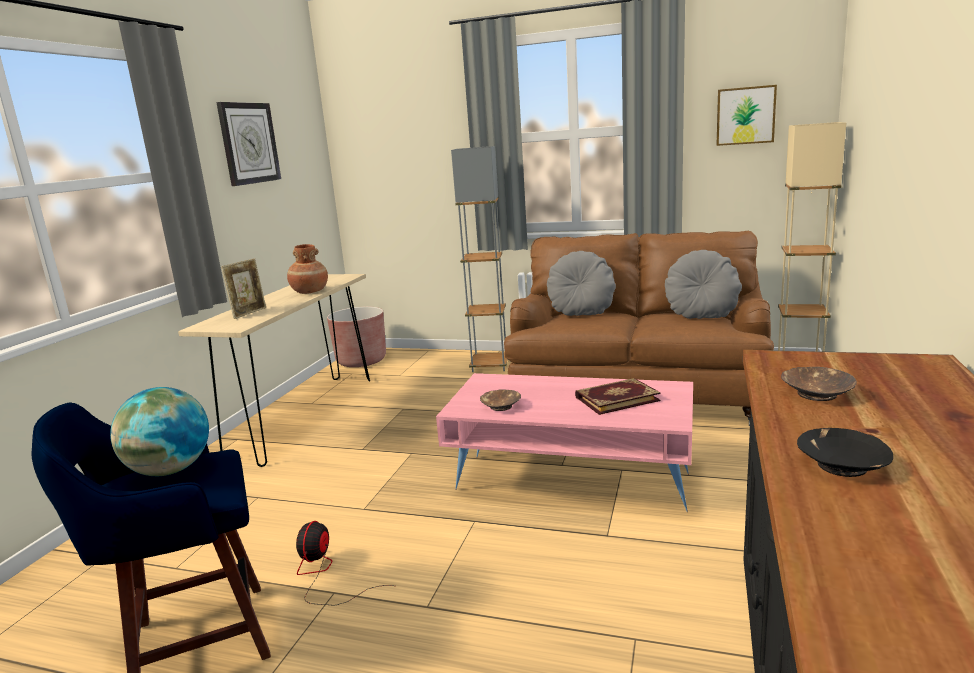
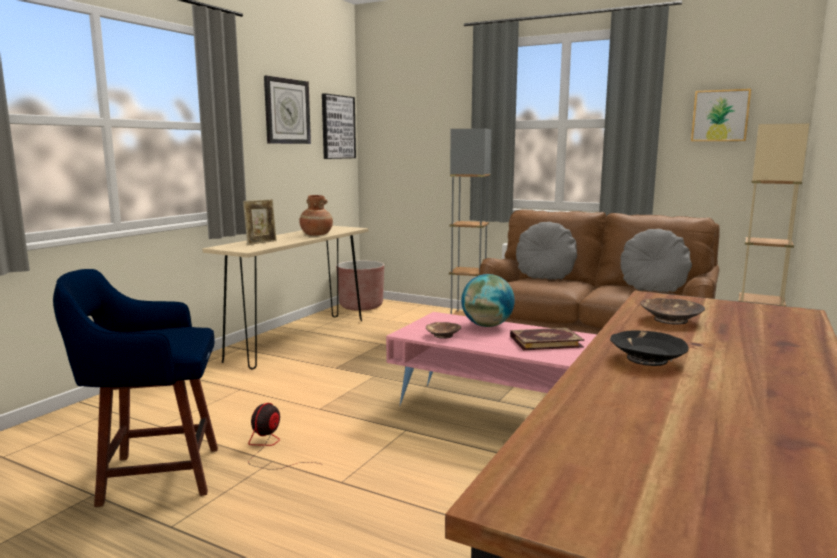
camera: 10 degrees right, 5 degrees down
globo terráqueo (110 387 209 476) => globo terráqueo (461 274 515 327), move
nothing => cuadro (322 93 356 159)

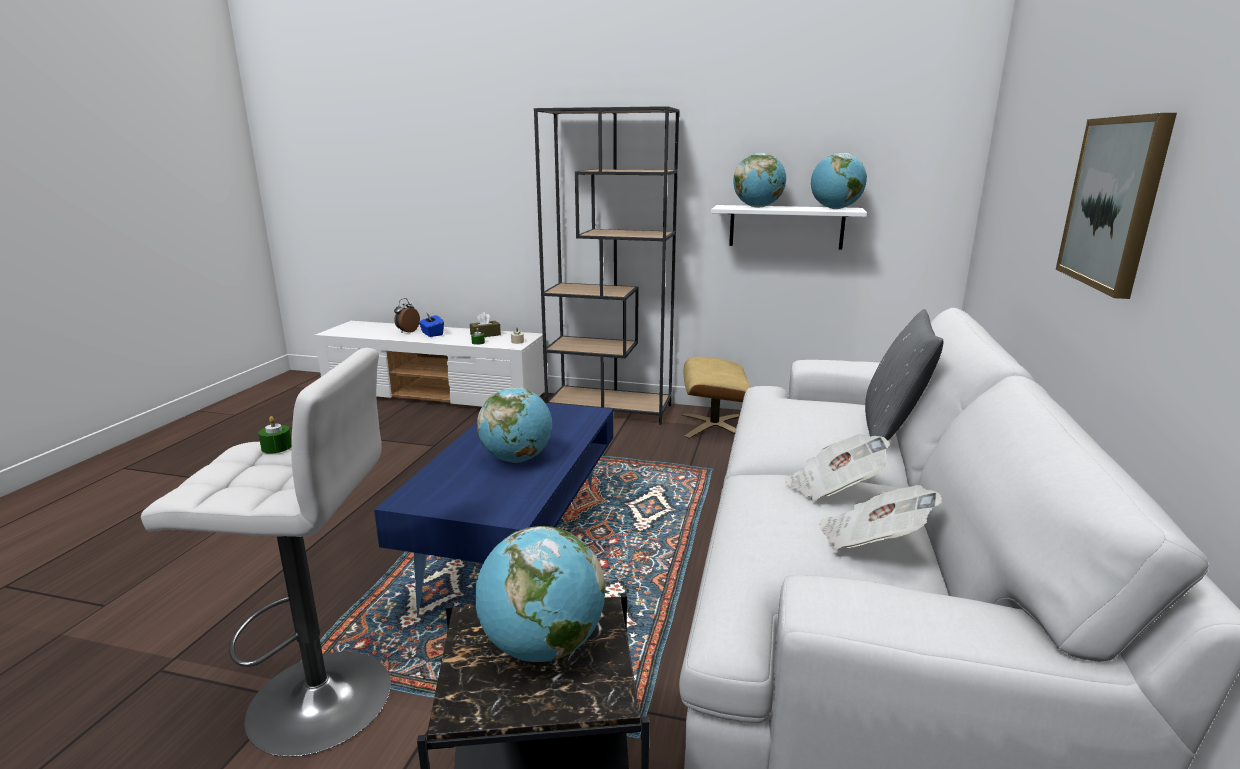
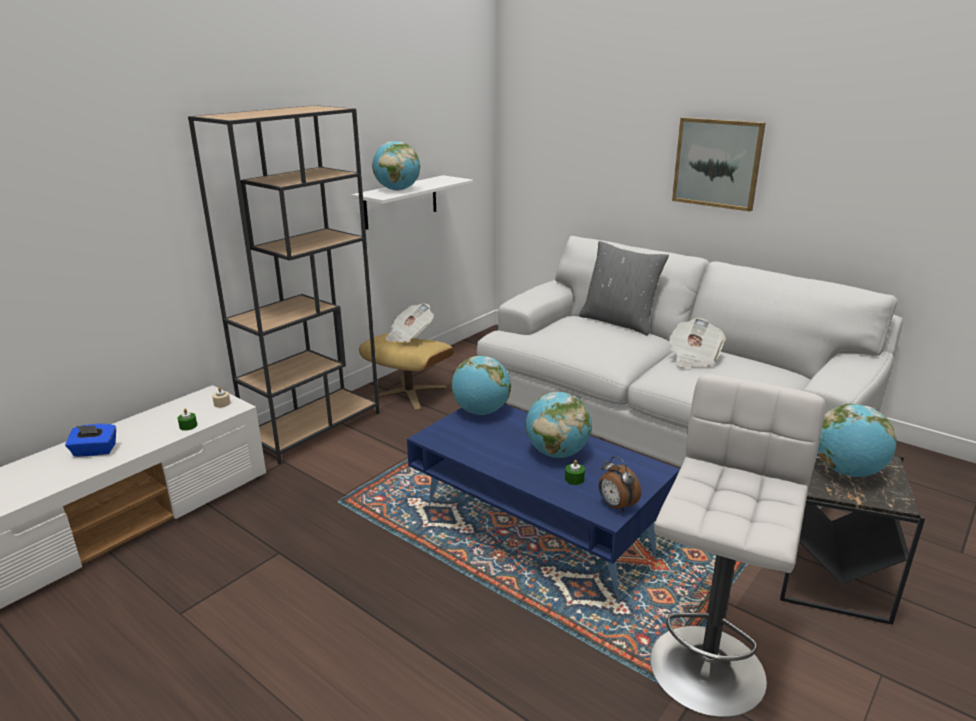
camera: 65 degrees left, 5 degrees up
globo terráqueo (811 153 867 209) => globo terráqueo (452 355 511 415), move
despertador (394 298 420 333) => despertador (598 456 641 512), move
caja de pañuelos/marrón (470 312 501 337) => nothing
vela/verde (258 416 292 454) => vela/verde (565 460 585 485), move
periódico (819 485 942 550) => periódico (385 303 434 343), move

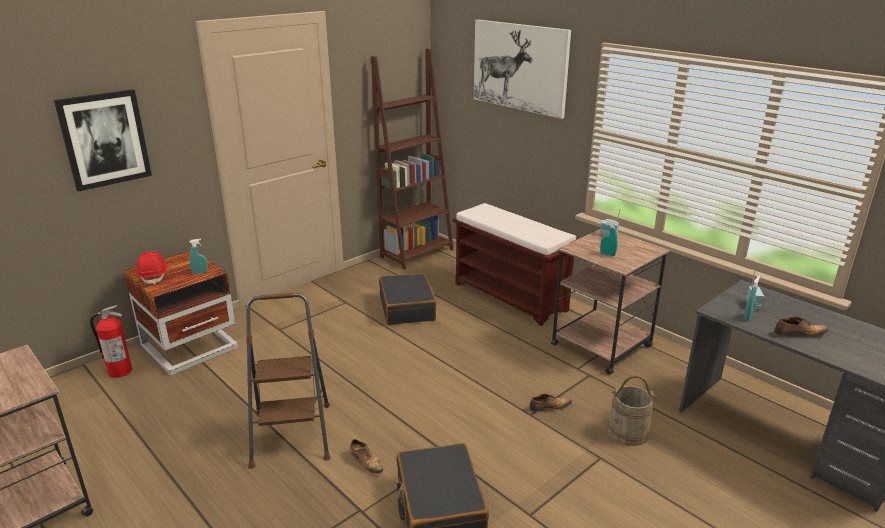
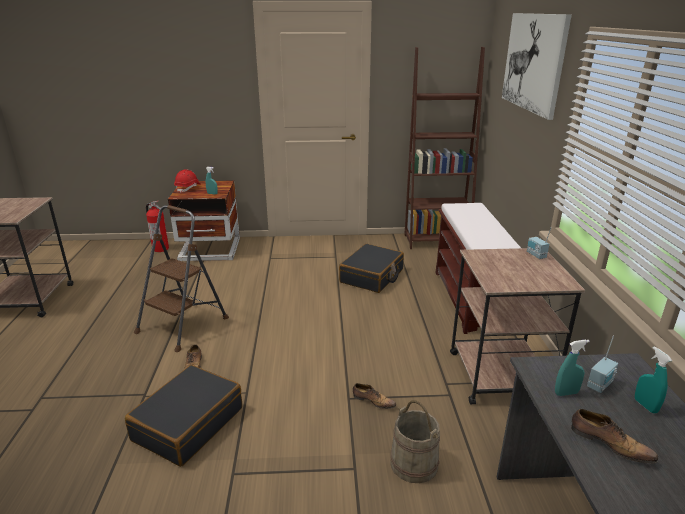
camera: 40 degrees right, 0 degrees up
cuadro (54 89 152 192) => nothing
pulverizador/turquesa (600 219 618 256) => pulverizador/turquesa (635 346 672 414), move

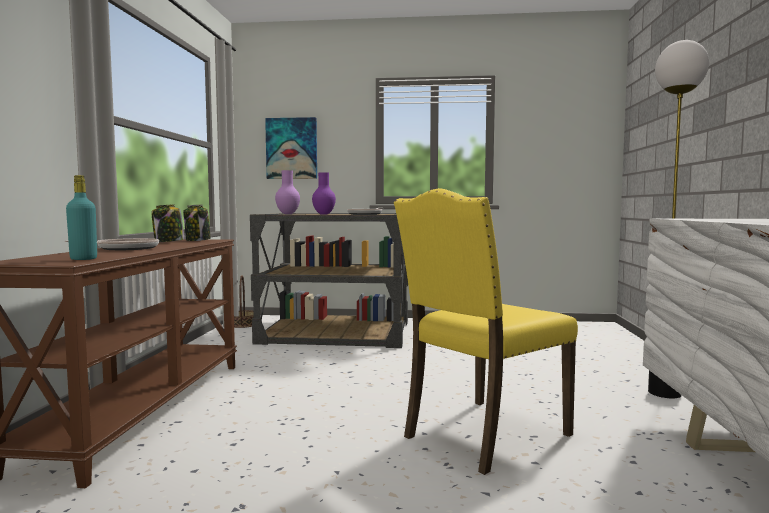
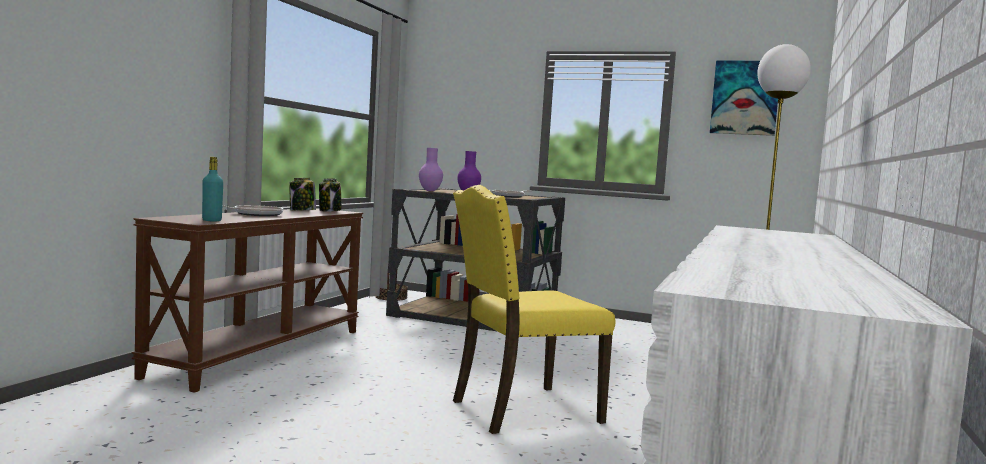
camera: 15 degrees right, 0 degrees up
cuadro (265 117 317 179) => cuadro (710 60 778 136), move

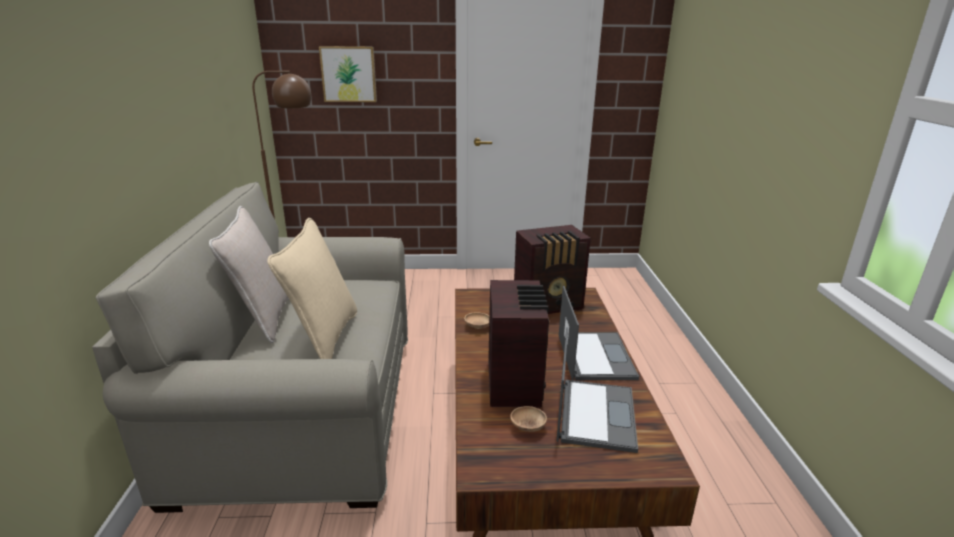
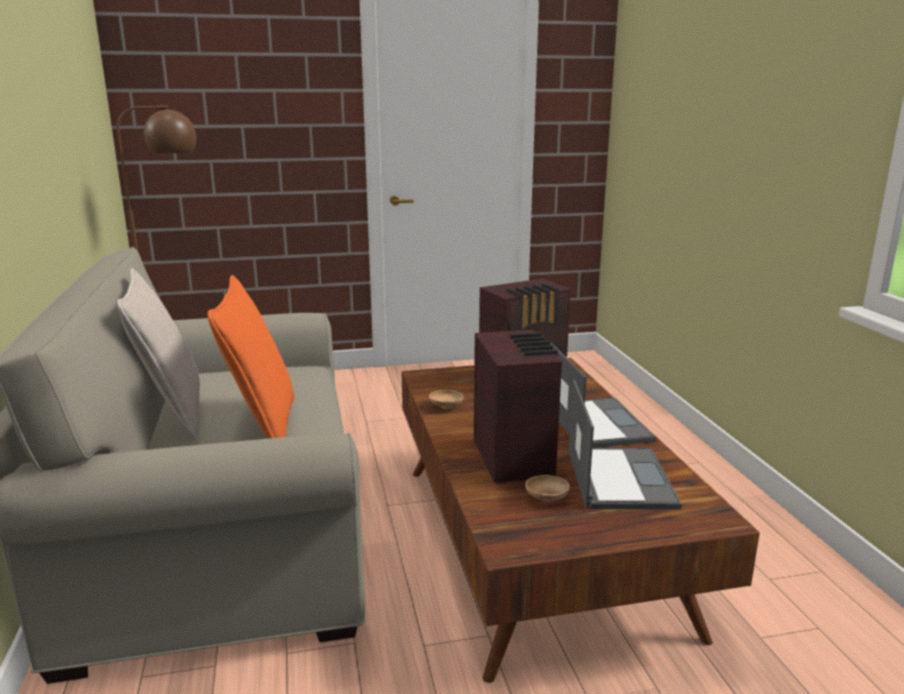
camera: 10 degrees left, 5 degrees down
cuadro (319 46 377 102) => nothing
cojín/beis (267 218 357 359) => cojín/naranja (208 275 294 438)

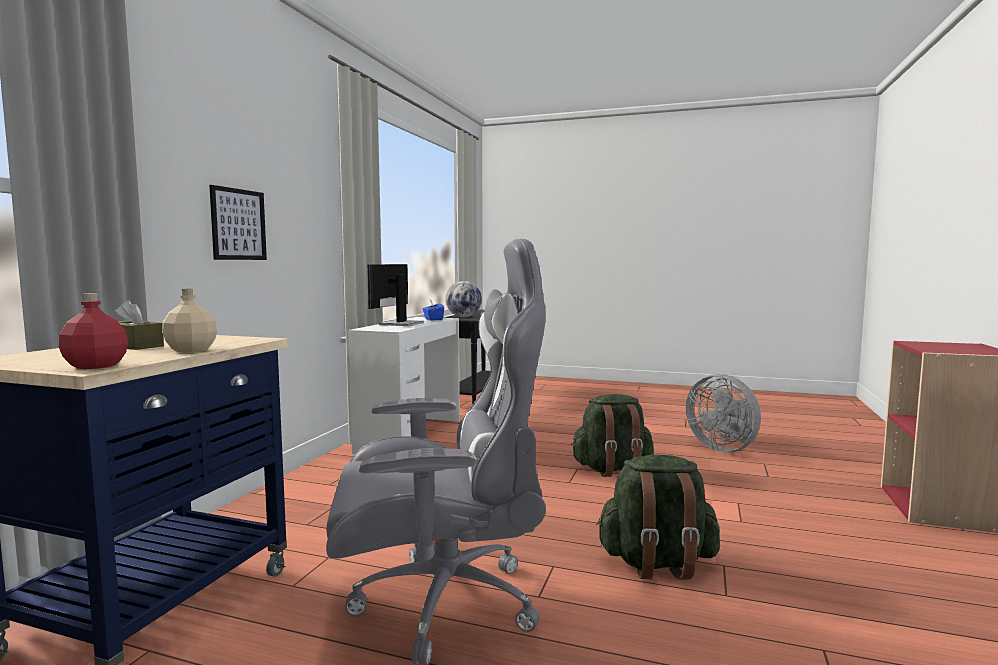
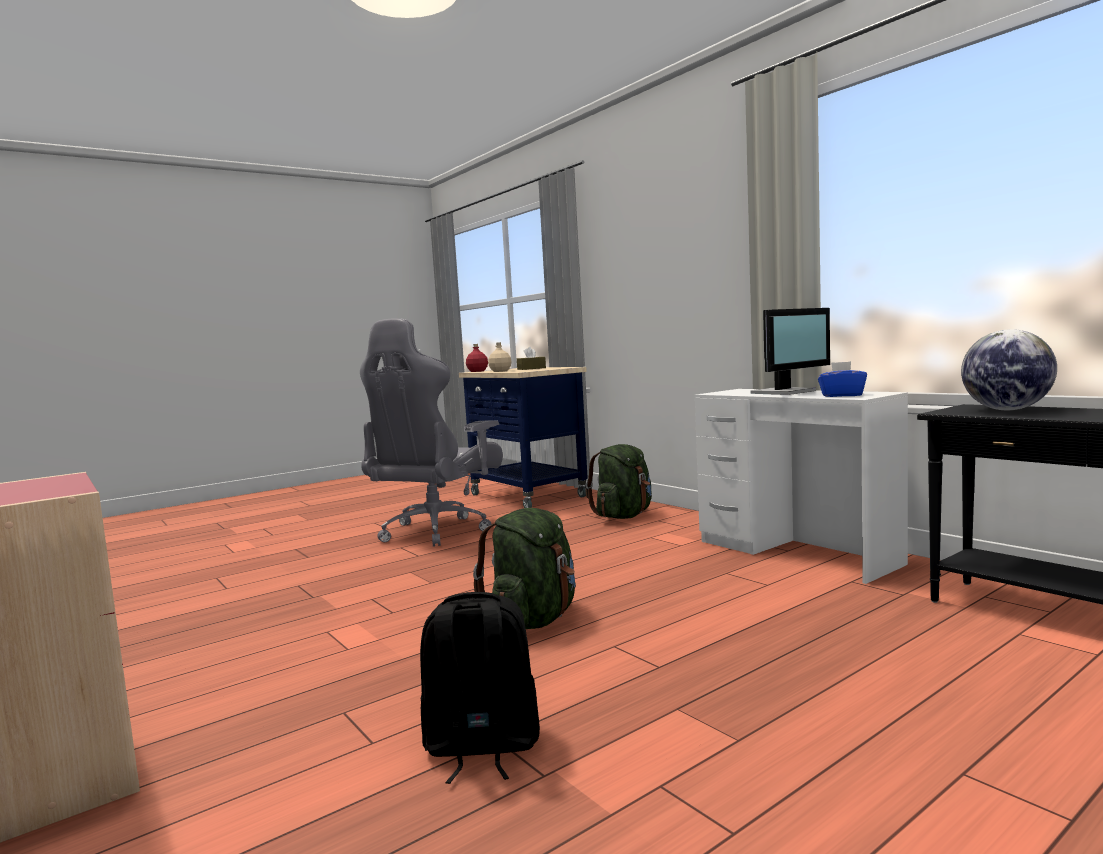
camera: 125 degrees right, 0 degrees up
cuadro (209 185 267 260) => nothing
monitor (367 264 424 326) => monitor (750 308 830 395), 90 degrees clockwise
ventilador/gris (686 374 761 452) => mochila/negro (420 592 540 784)
mochila/verde (596 455 720 580) => mochila/verde (586 444 652 519), move

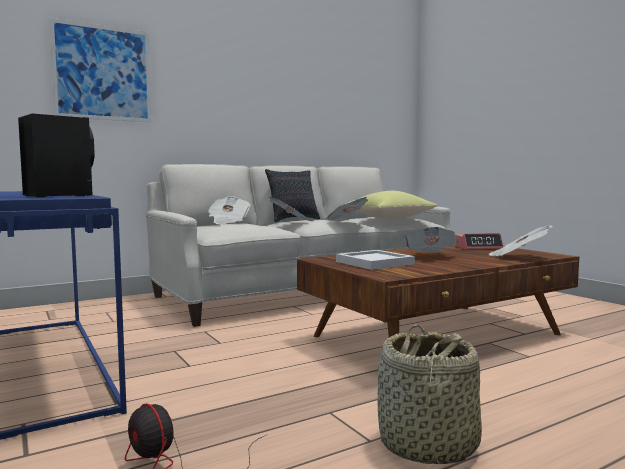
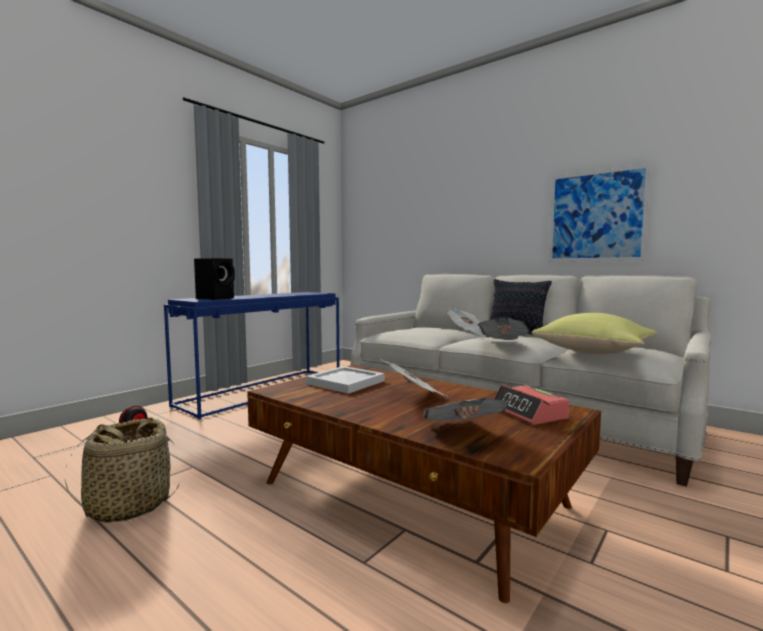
camera: 70 degrees right, 0 degrees up
cuadro (49 18 152 122) => cuadro (548 164 651 262), move
periódico (208 196 251 224) => nothing

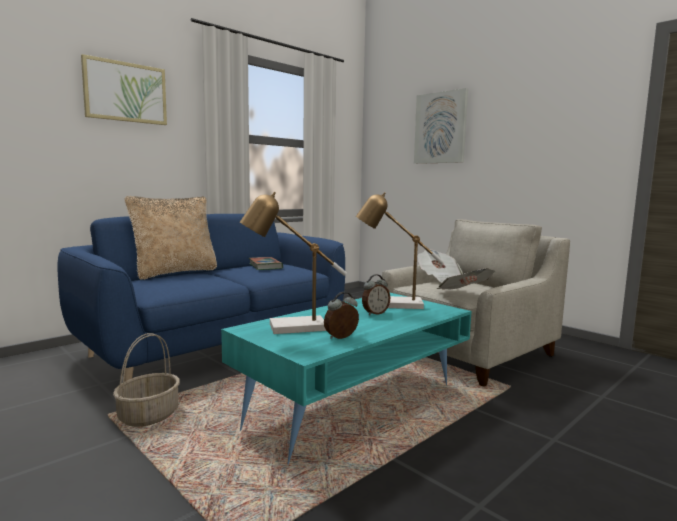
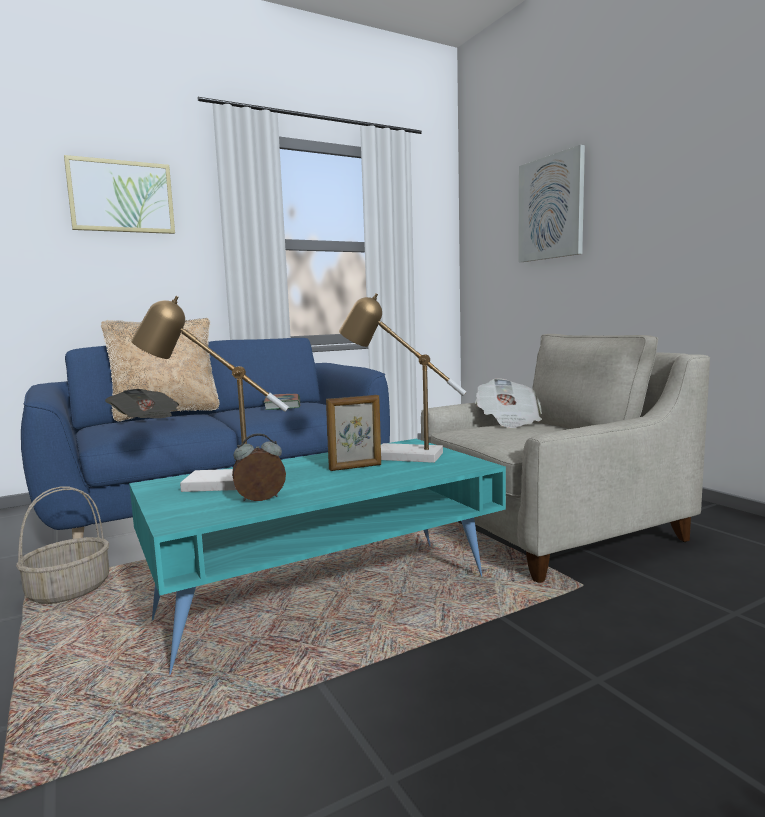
camera: 15 degrees right, 0 degrees up
periódico (437 268 495 289) => periódico (105 389 179 418), move
despertador (362 274 390 316) => portarretratos (326 395 381 471)

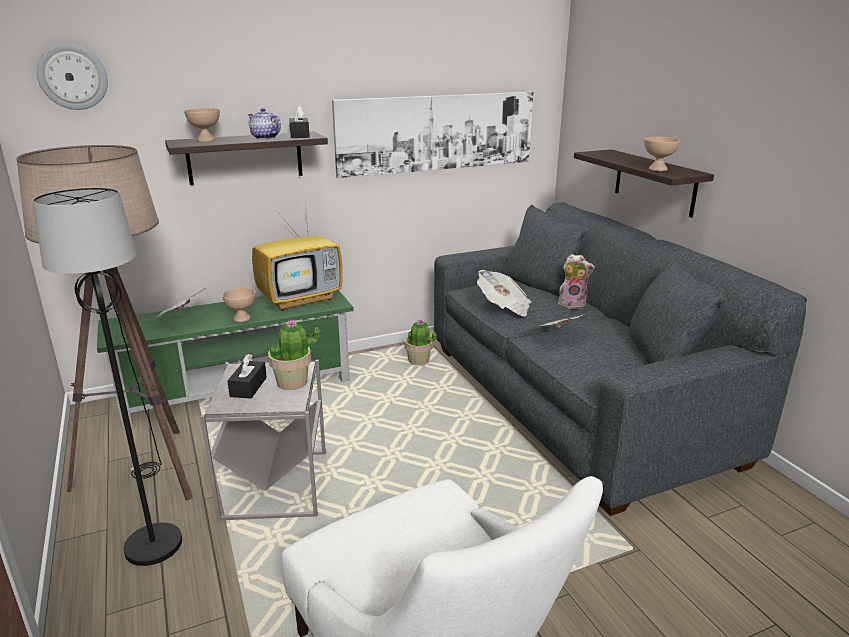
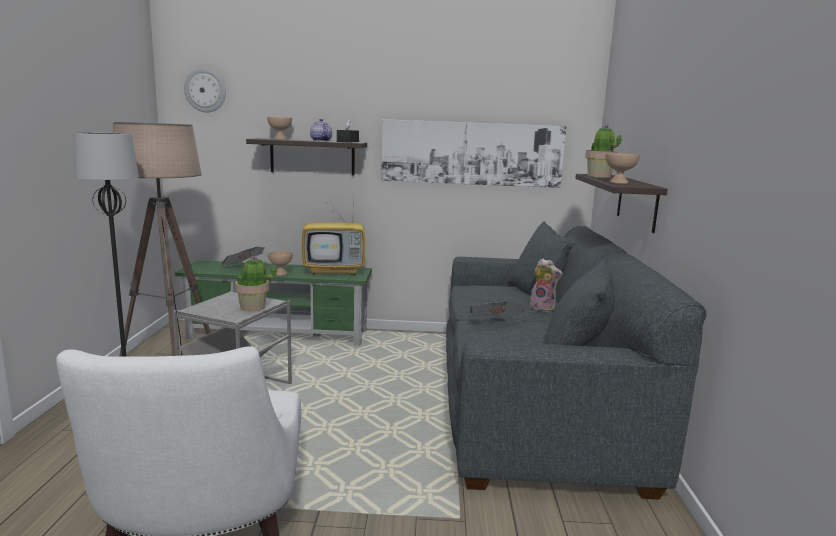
camera: 25 degrees right, 10 degrees down
periódico (477 270 531 316) => nothing
planta en maceta (405 320 437 365) => planta en maceta (585 125 622 178), move
caja de pañuelos/negro (227 354 267 399) => nothing

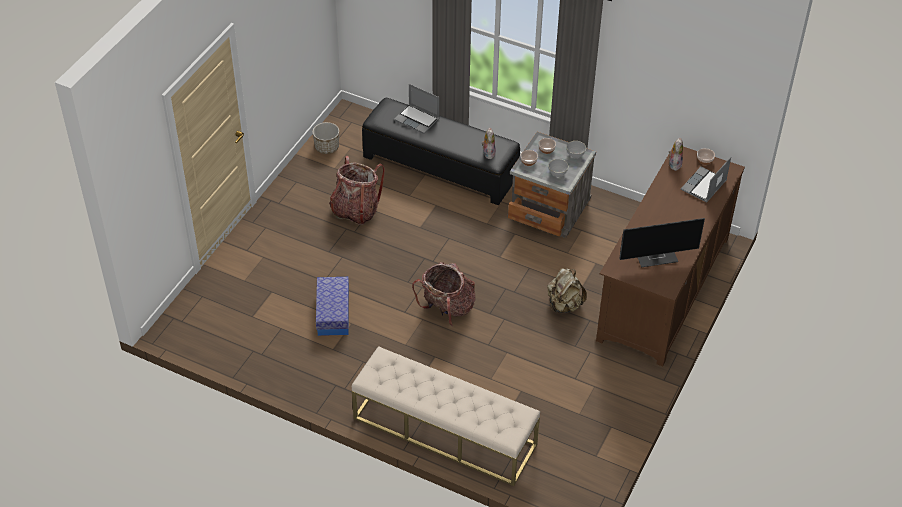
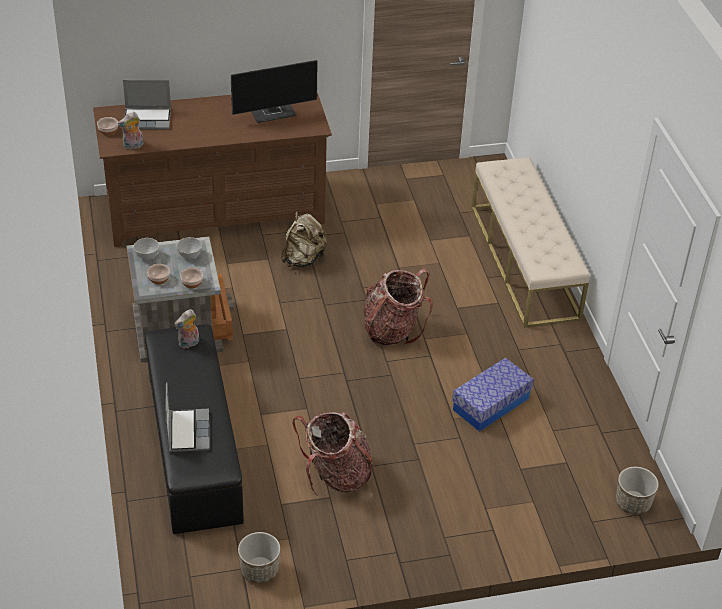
camera: 130 degrees left, 5 degrees down
monitor (620 218 705 267) => monitor (231 60 318 123), 120 degrees clockwise
nothing => maceta (616 467 659 515)

